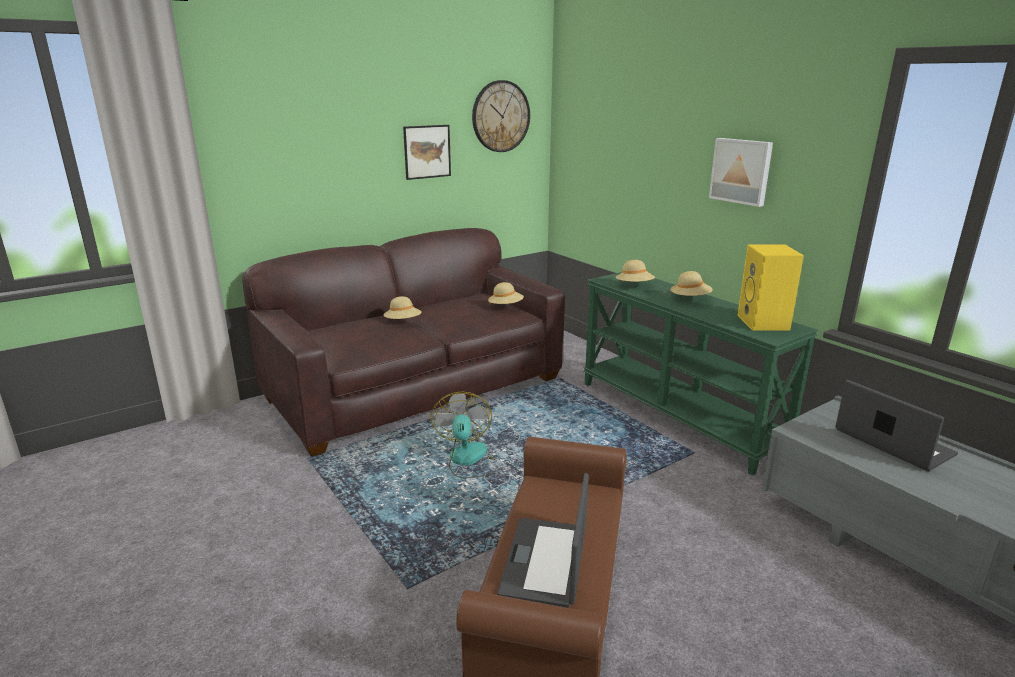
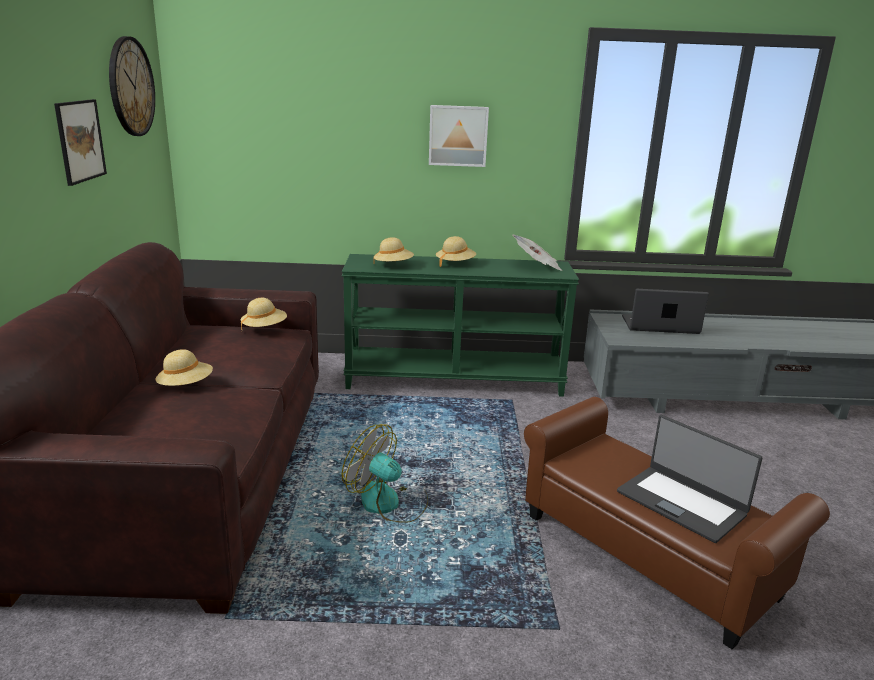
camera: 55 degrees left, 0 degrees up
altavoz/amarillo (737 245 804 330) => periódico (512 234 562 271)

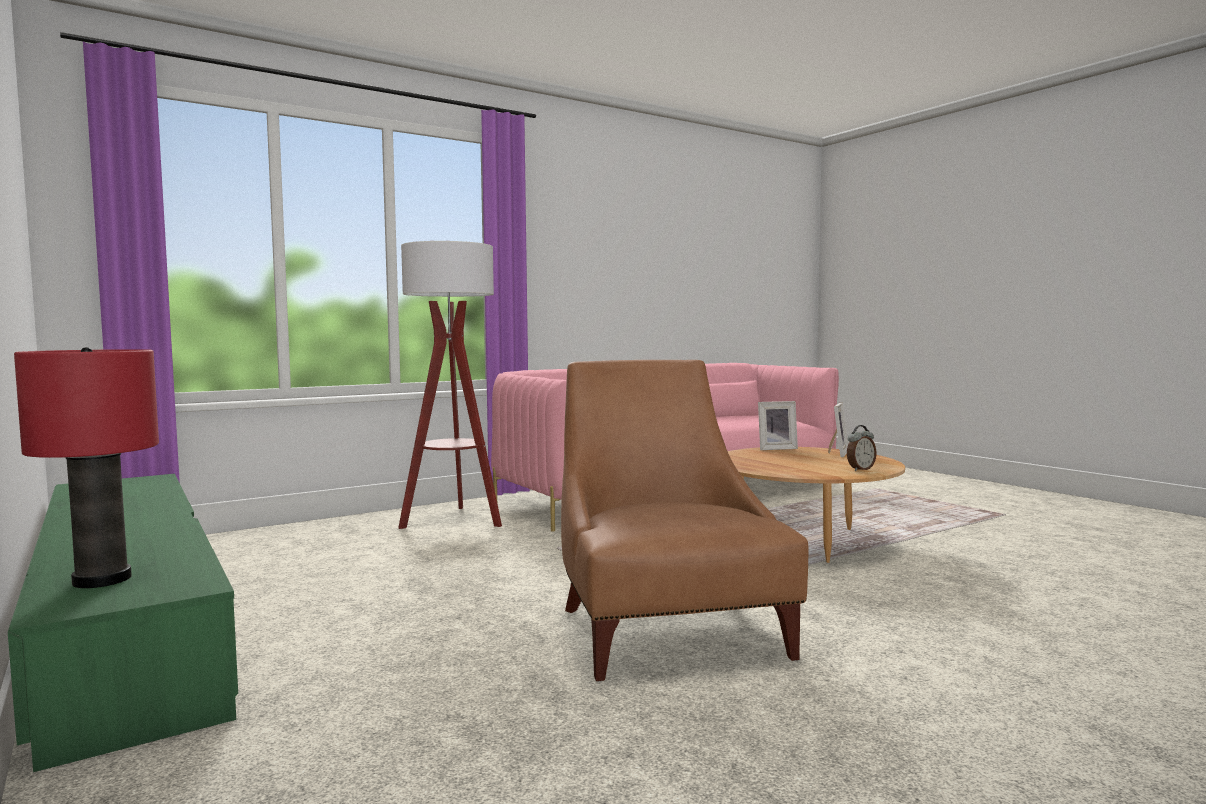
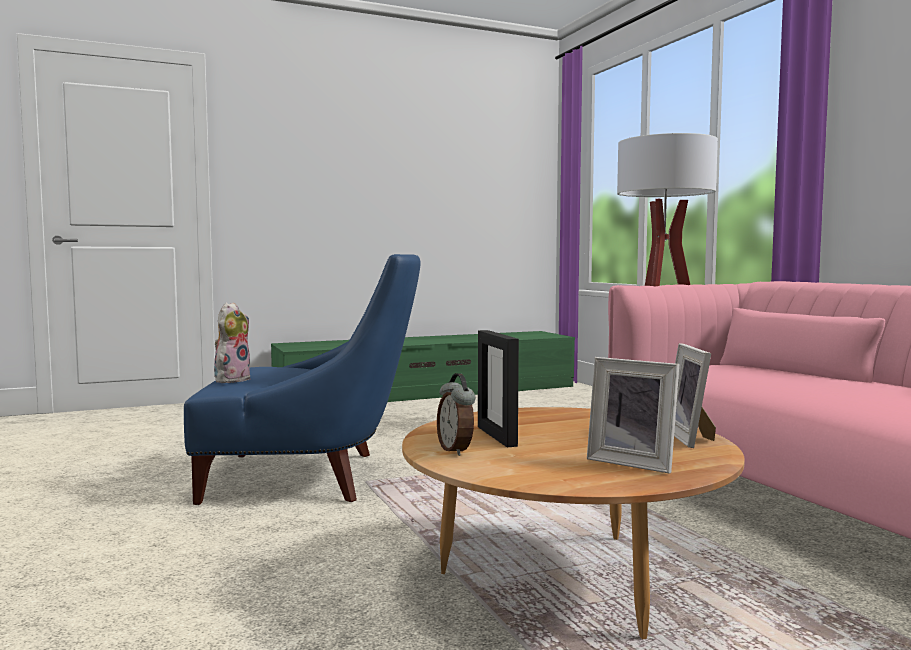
camera: 100 degrees right, 0 degrees up
lámpara de mesa/rojo (14 347 159 588) => nothing
sillón/marrón (561 360 808 682) => sillón/azul (184 254 421 505)
nothing => peluche (214 302 250 383)
nothing => portarretratos (478 330 519 447)

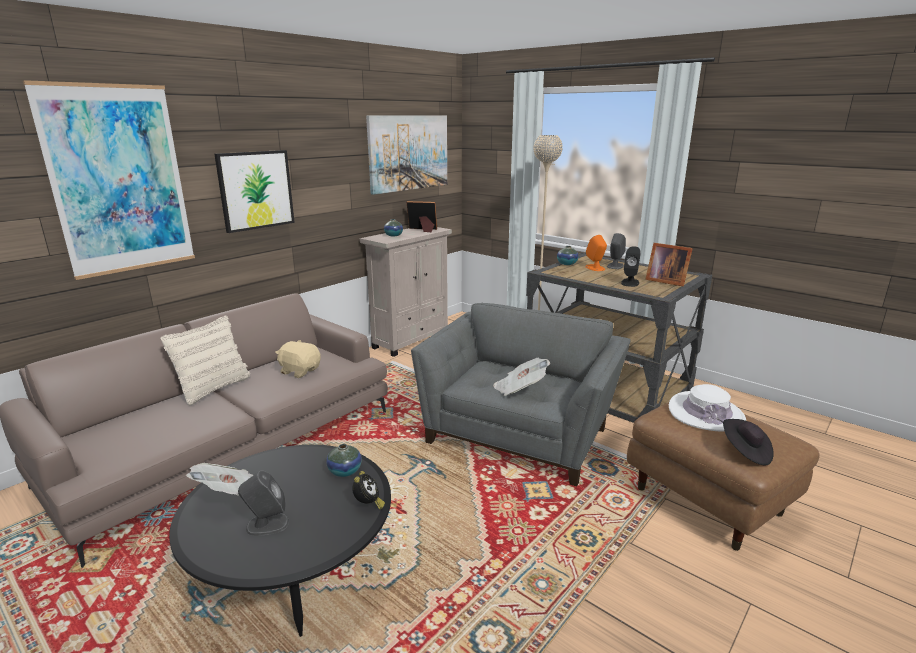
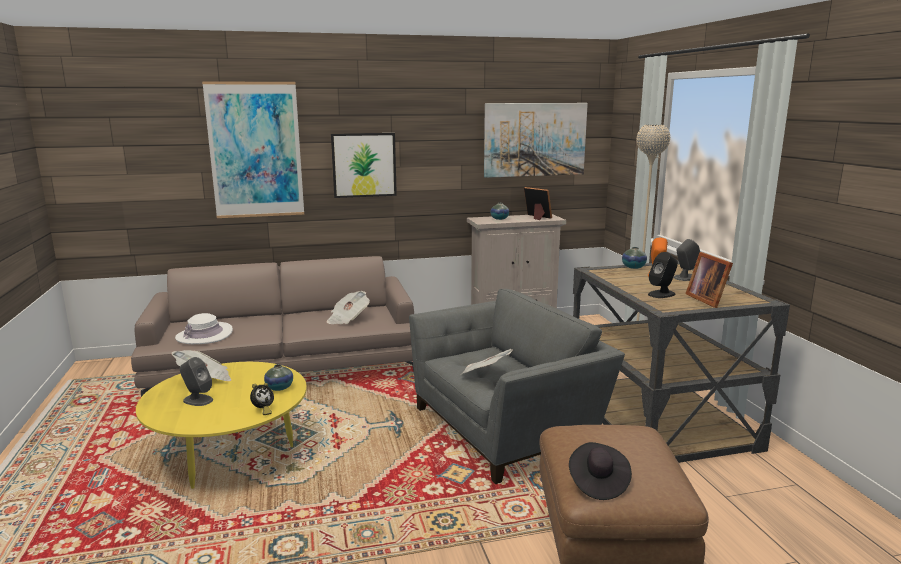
camera: 35 degrees right, 5 degrees down
cojín/beis (160 315 250 405) => nothing
peluche/beis (275 340 321 378) => periódico (326 291 370 324)
sombrero/blanco (669 384 746 432) => sombrero/blanco (175 313 233 344), move
mesa de centro/negro (169 445 391 637) => mesa de centro/amarillo (136 362 307 489)

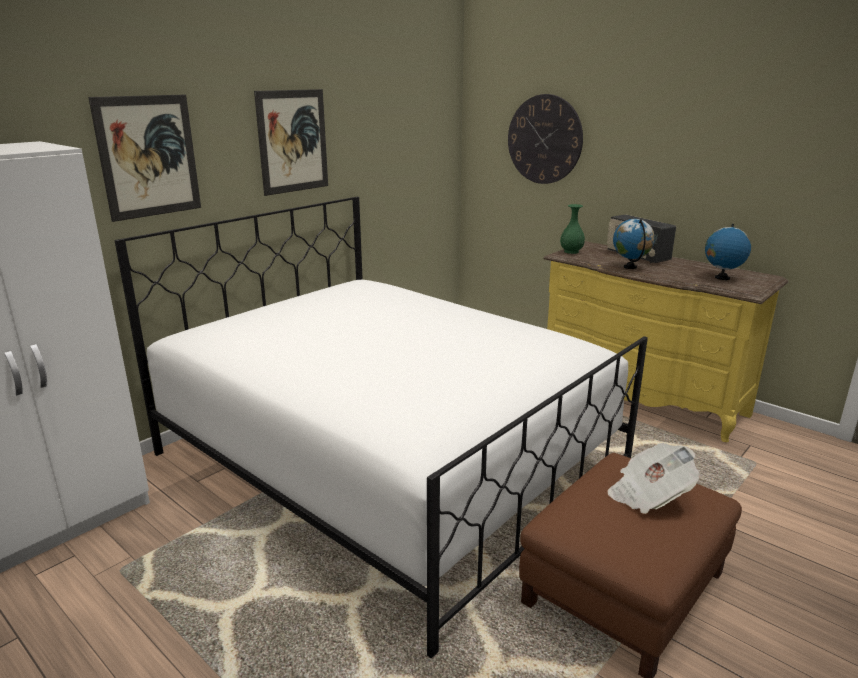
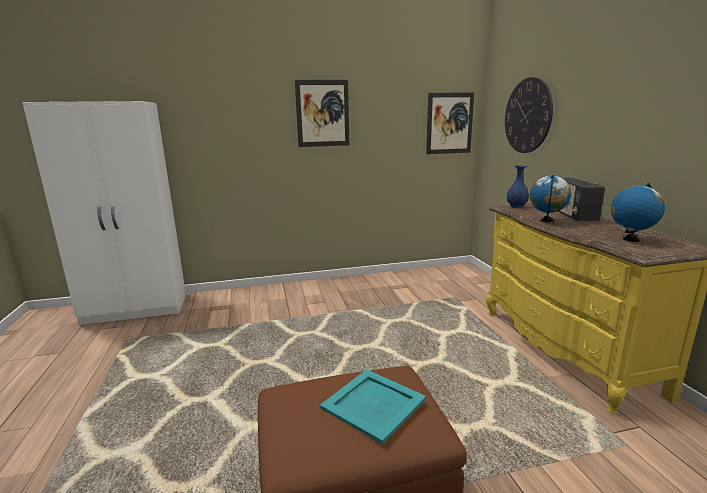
camera: 35 degrees right, 5 degrees down
cuadro (88 95 201 222) => cuadro (426 92 474 154), move
cama/blanco (114 197 648 659) => nothing
florero/verde (560 204 585 254) => florero/azul (507 165 529 208)
periódico (607 443 700 514) => bandeja/turquesa (320 369 426 444)

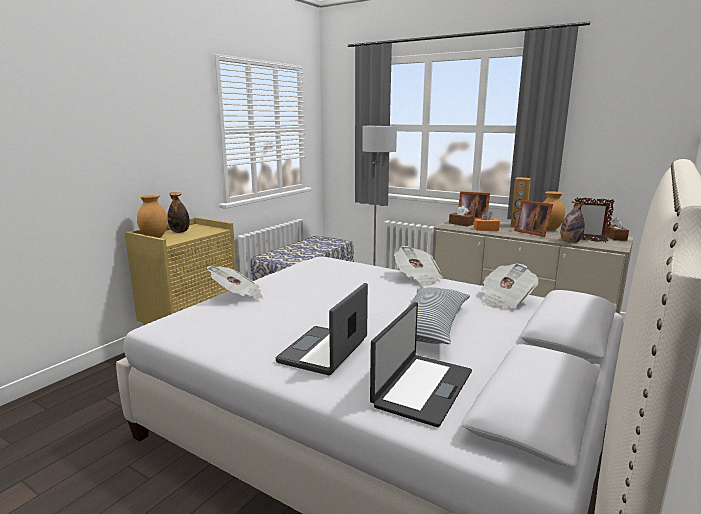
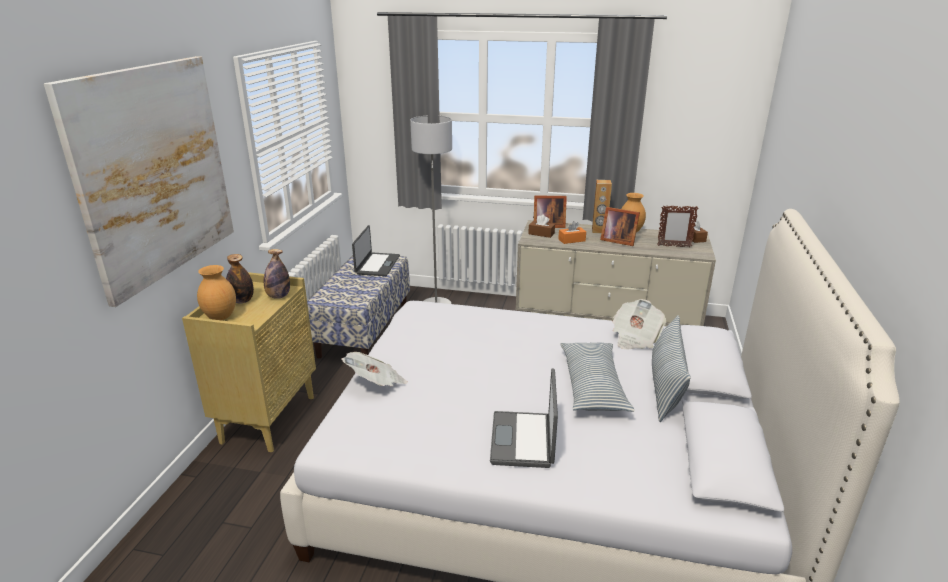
camera: 20 degrees left, 10 degrees up
botella (561 201 585 243) => botella (264 249 290 299), move
periódico (394 246 443 287) => nothing
portátil (370 302 472 428) => portátil (352 225 400 276), move
nothing => cuadro (44 56 234 307)
nothing => cojín (652 315 691 422)

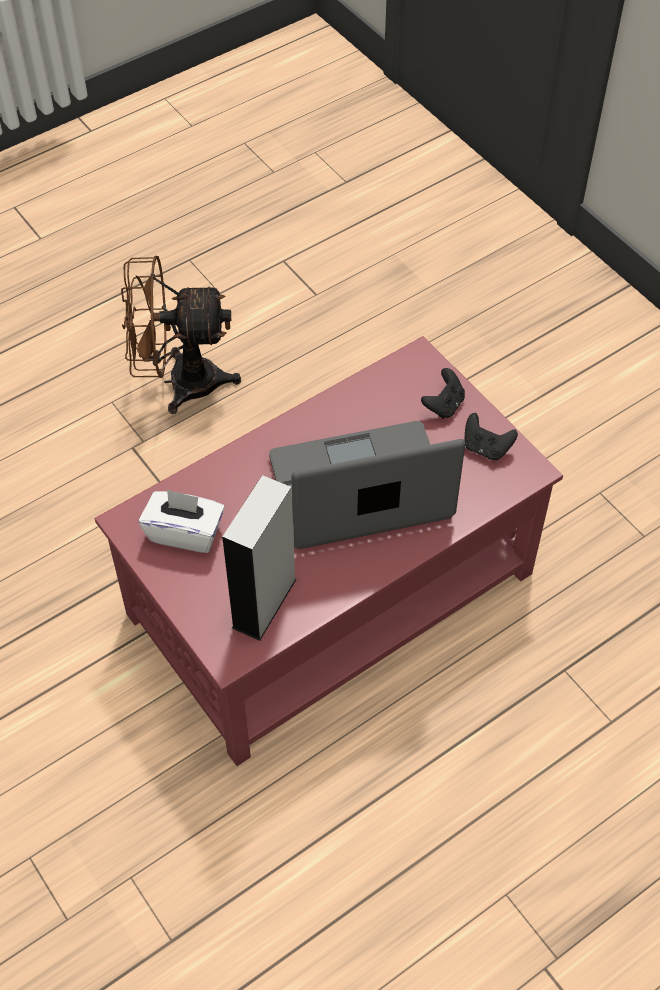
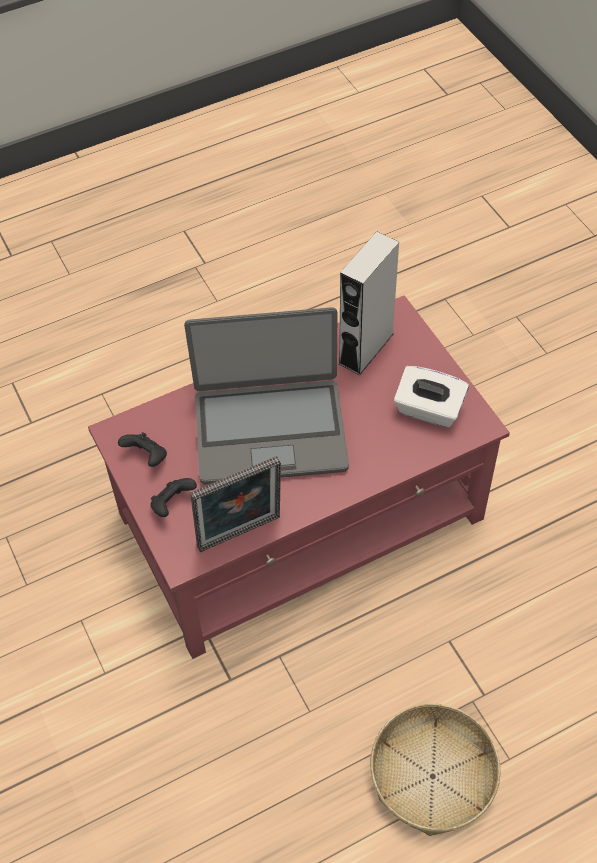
camera: 170 degrees left, 0 degrees up
ventilador/marrón (121 256 241 414) => cesta (370 704 501 836)
nothing => portarretratos (190 456 281 552)

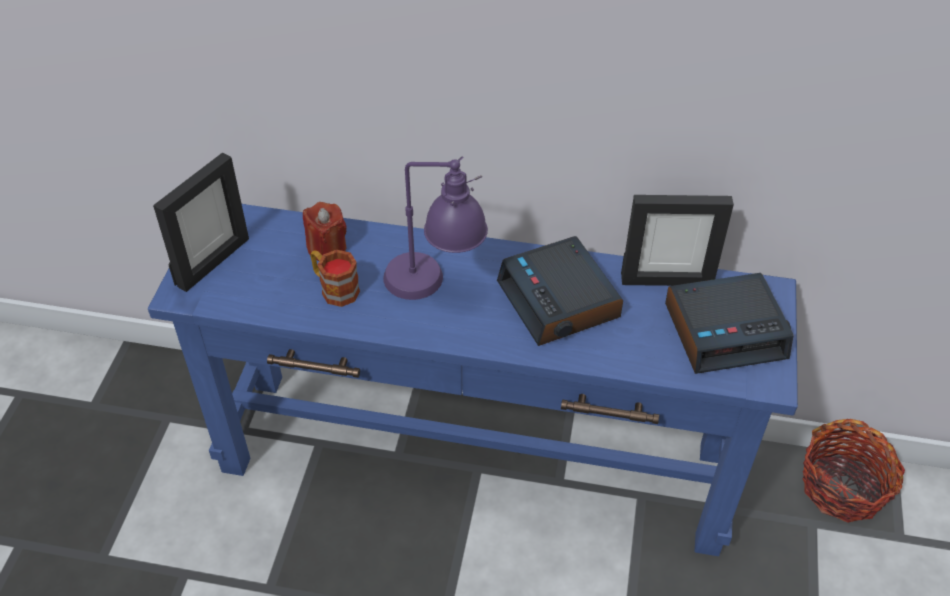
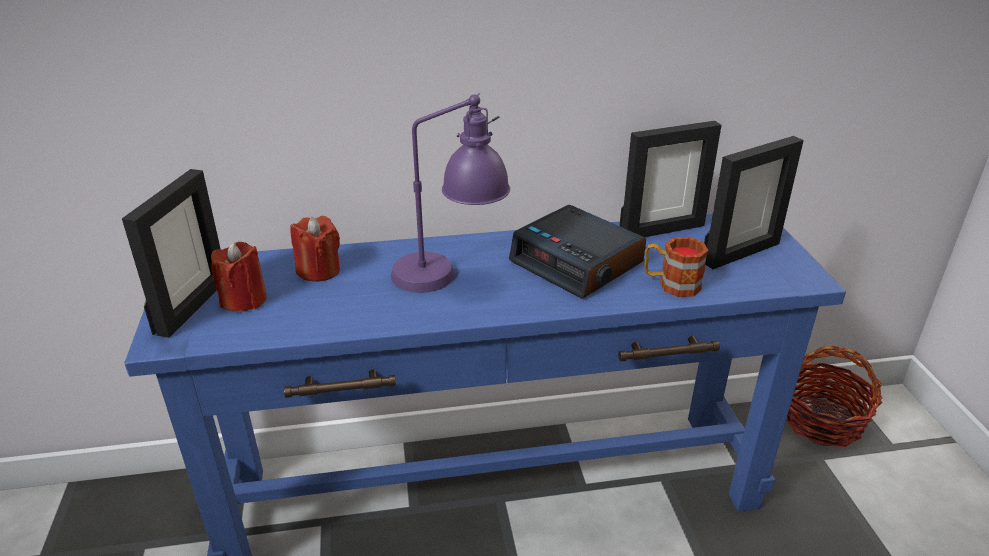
camera: 20 degrees left, 15 degrees down
taza grande (310 250 360 307) => taza grande (644 237 708 297), move
despertador (665 273 793 374) => portarretratos (704 136 804 269)
nothing => vela/rojo (211 242 267 312)

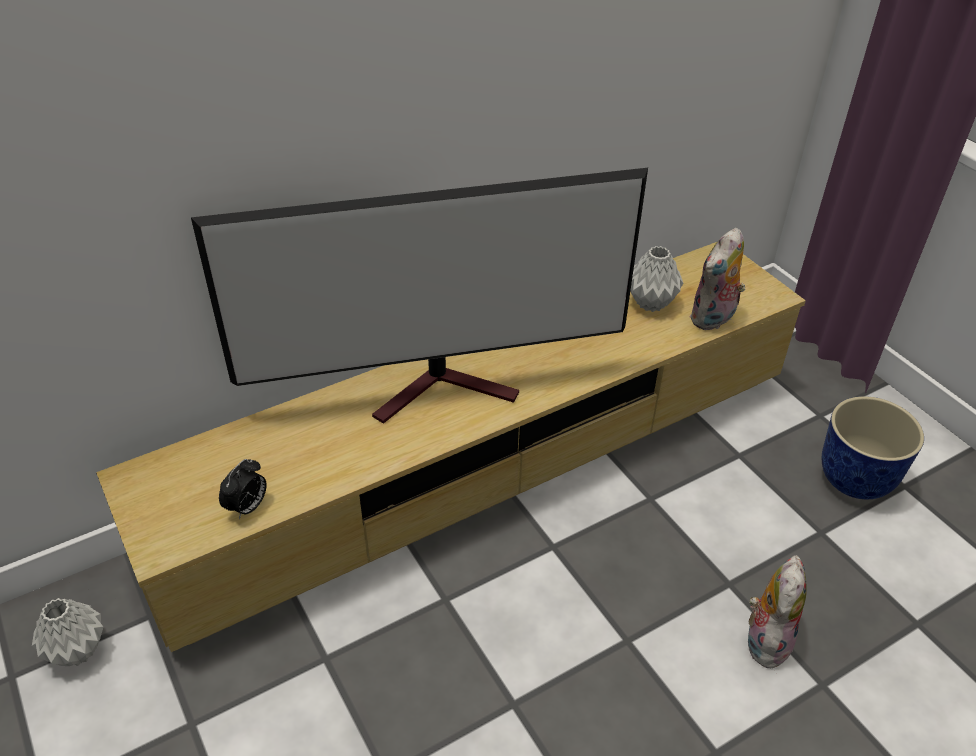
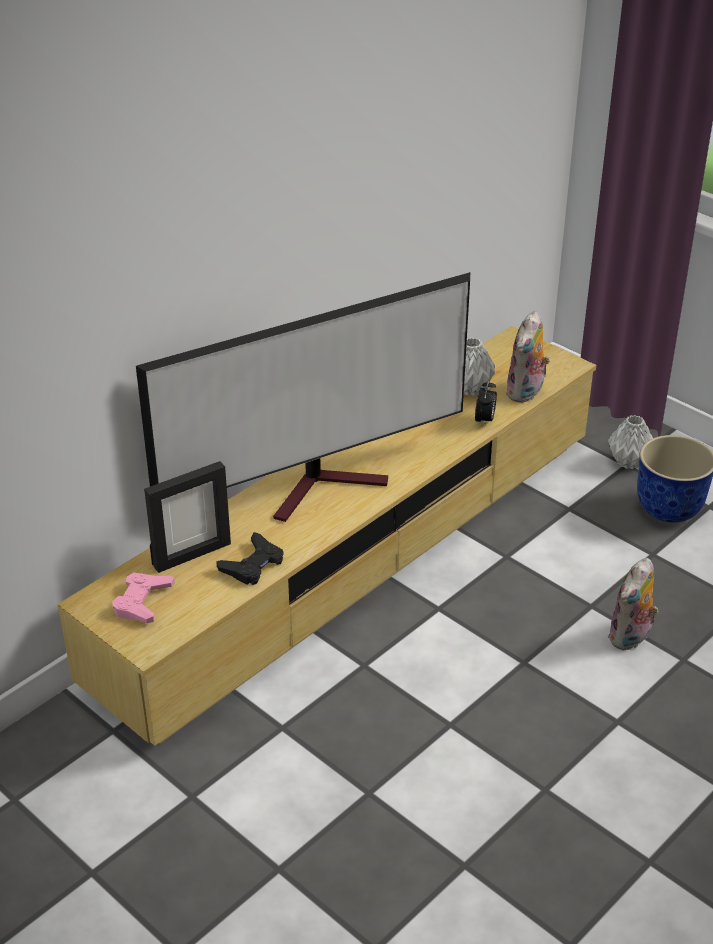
camera: 15 degrees left, 5 degrees down
despertador (219 459 267 519) => despertador (475 379 497 427), move
peluche (748 555 807 674) => peluche (608 558 659 650), 150 degrees counterclockwise
florero/gris (32 598 103 666) => florero/gris (608 415 653 469), move
nothing => portarretratos (144 461 231 573)
nothing => mando de consola/negro (216 532 284 585)
nothing => mando de consola/rosa (112 572 175 623)

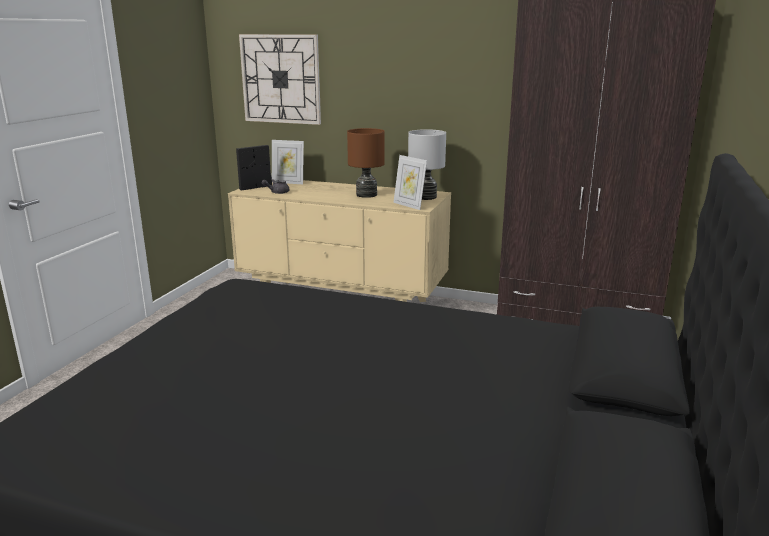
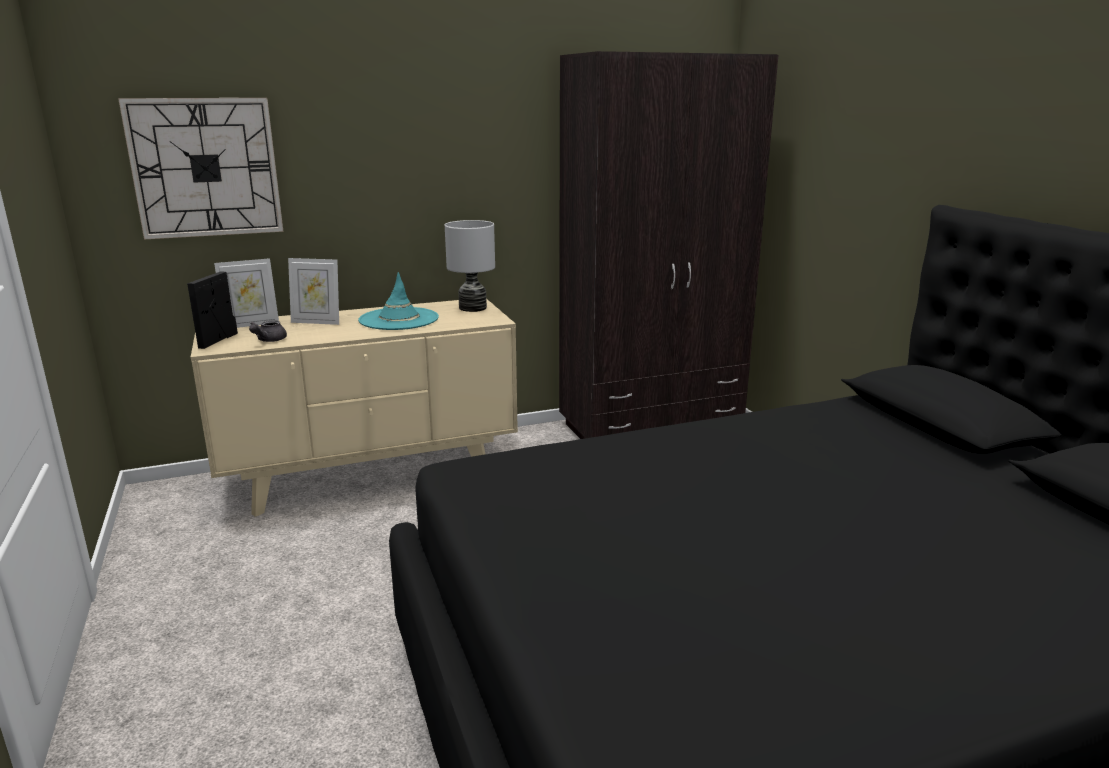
camera: 40 degrees left, 0 degrees up
lámpara de mesa/marrón (347 128 385 198) => sombrero/turquesa (358 272 439 330)
portarretratos (393 155 427 210) => portarretratos (288 258 339 325), move

